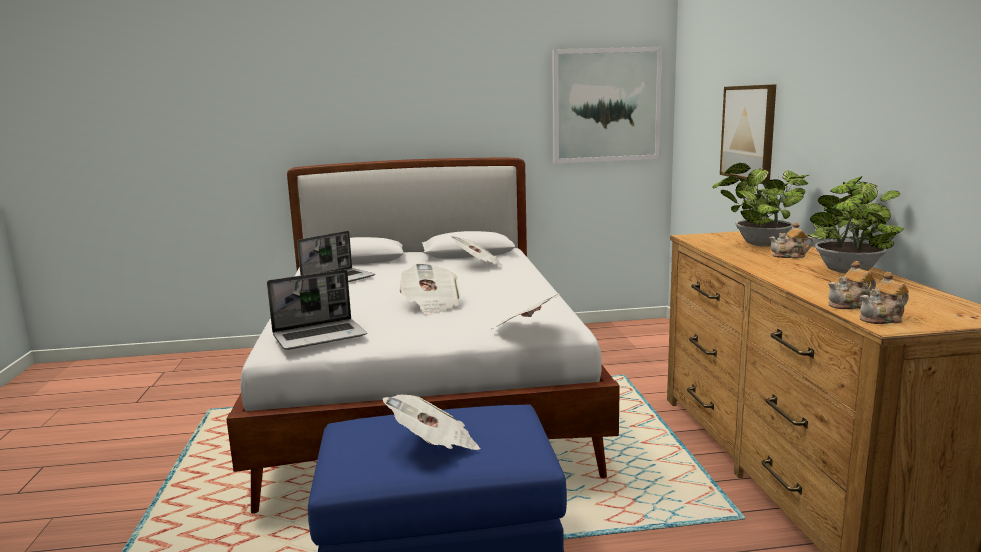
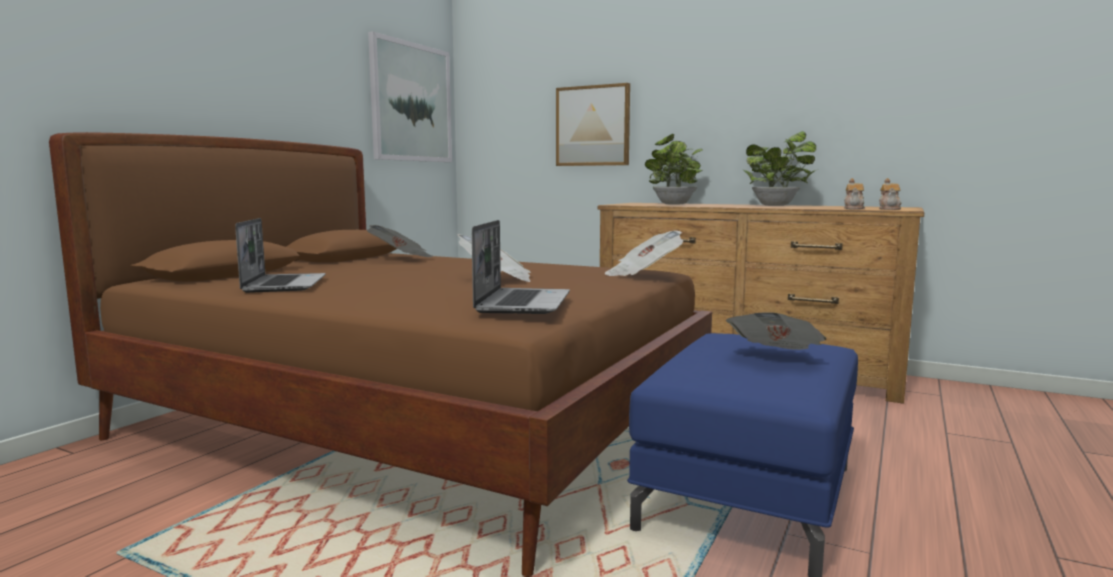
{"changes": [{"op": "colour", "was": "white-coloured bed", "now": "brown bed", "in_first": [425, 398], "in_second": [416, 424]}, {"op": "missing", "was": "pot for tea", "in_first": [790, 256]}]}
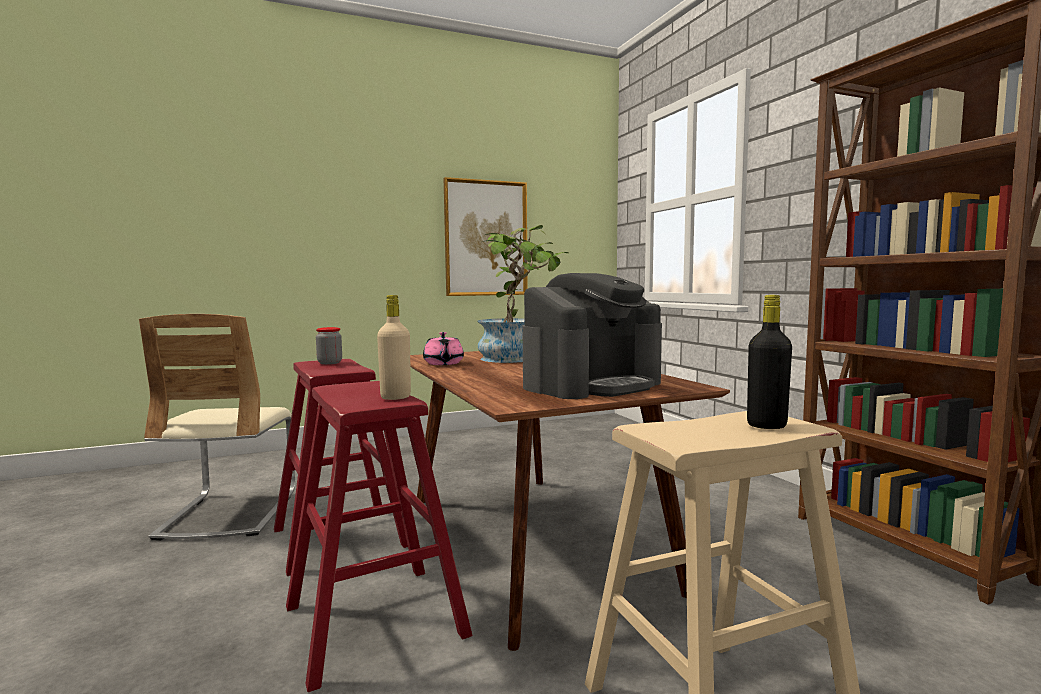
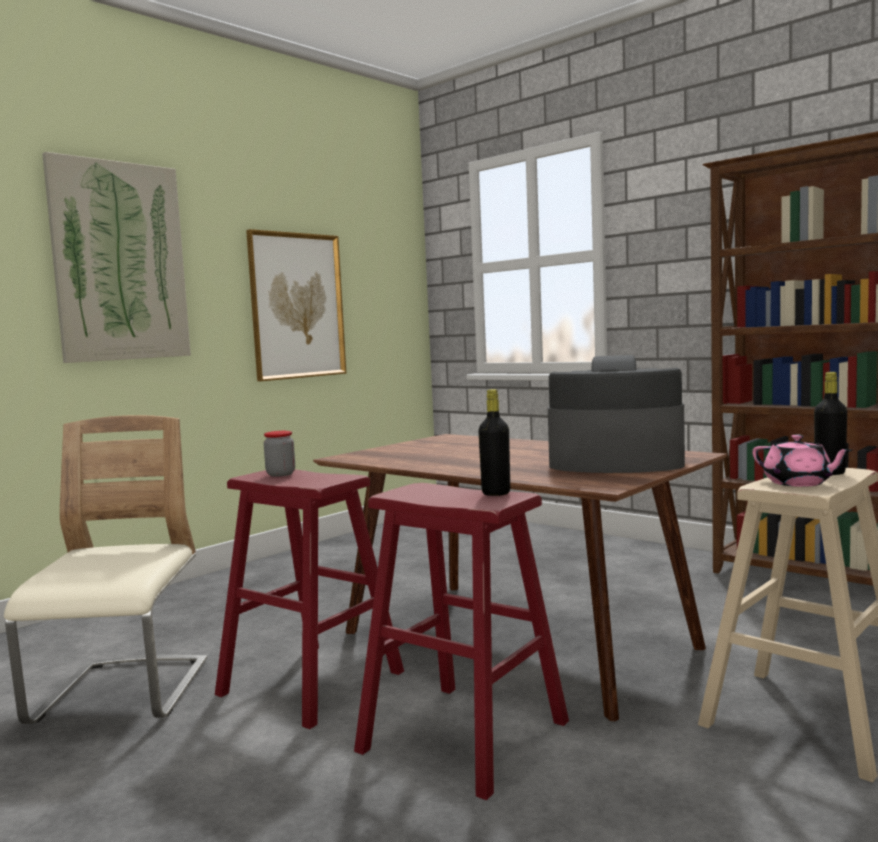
{"changes": [{"op": "spun", "was": "beige-coloured chair", "in_first": [229, 513], "in_second": [122, 694], "clockwise": -150}, {"op": "appeared", "now": "wall picture", "in_second": [120, 262]}, {"op": "colour", "was": "beige-coloured bottle", "now": "black bottle", "in_first": [395, 397], "in_second": [496, 493]}, {"op": "spun", "was": "coffee machine", "in_first": [592, 385], "in_second": [614, 463], "clockwise": -105}, {"op": "relocated", "was": "pink-coloured pot for tea", "in_first": [443, 364], "in_second": [798, 483]}, {"op": "missing", "was": "potted plant", "in_first": [517, 358]}]}
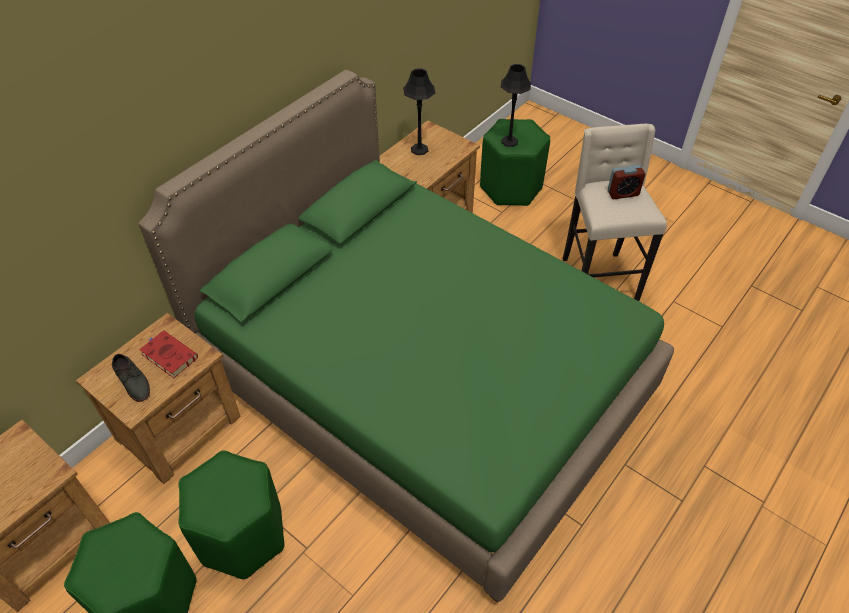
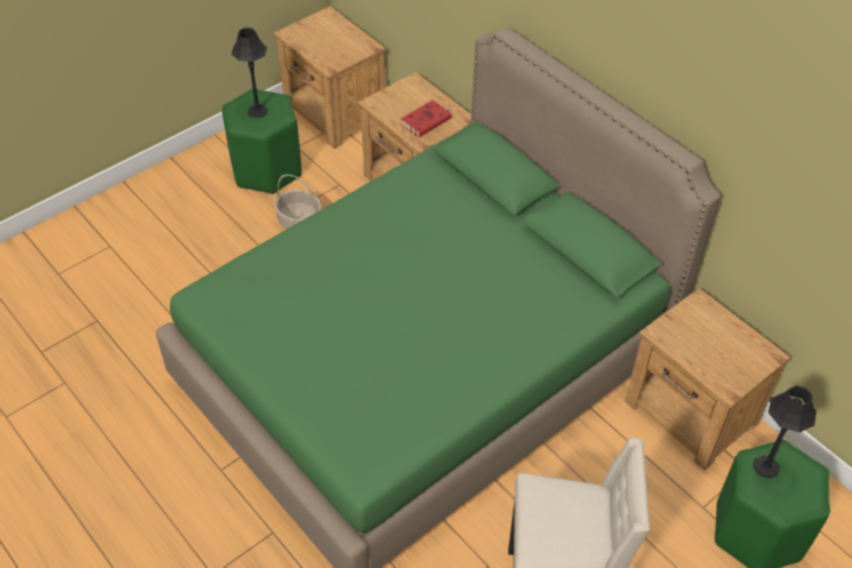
{"changes": [{"op": "relocated", "was": "black table lamp", "in_first": [419, 149], "in_second": [257, 111]}, {"op": "exchanged", "was": "greenish stool seat", "now": "basket", "in_first": [242, 537], "in_second": [299, 221]}, {"op": "missing", "was": "greyish item of footwear", "in_first": [133, 380]}, {"op": "missing", "was": "bedside clock", "in_first": [623, 193]}]}
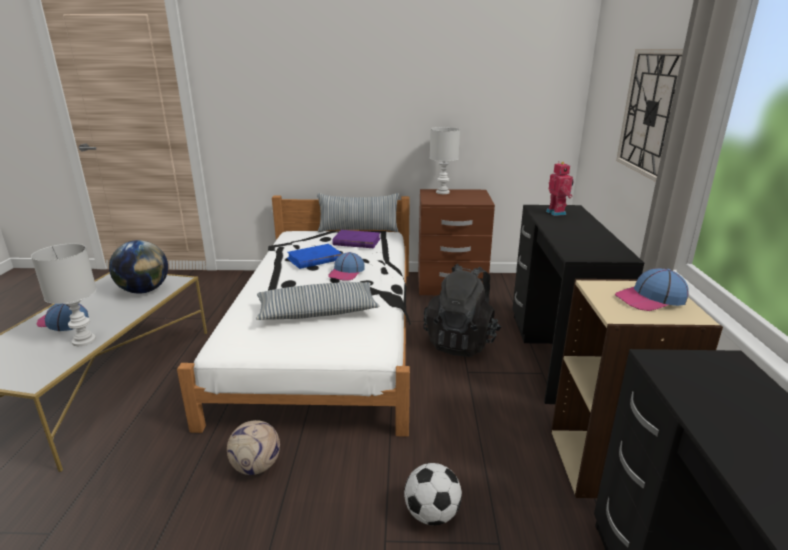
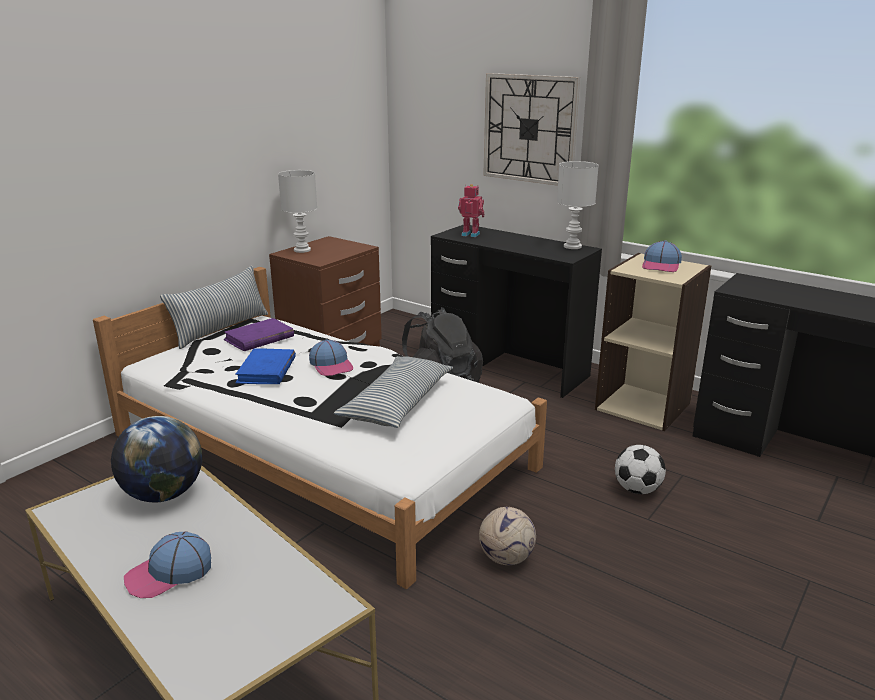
{"changes": [{"op": "relocated", "was": "white-coloured table lamp", "in_first": [83, 341], "in_second": [572, 247]}]}
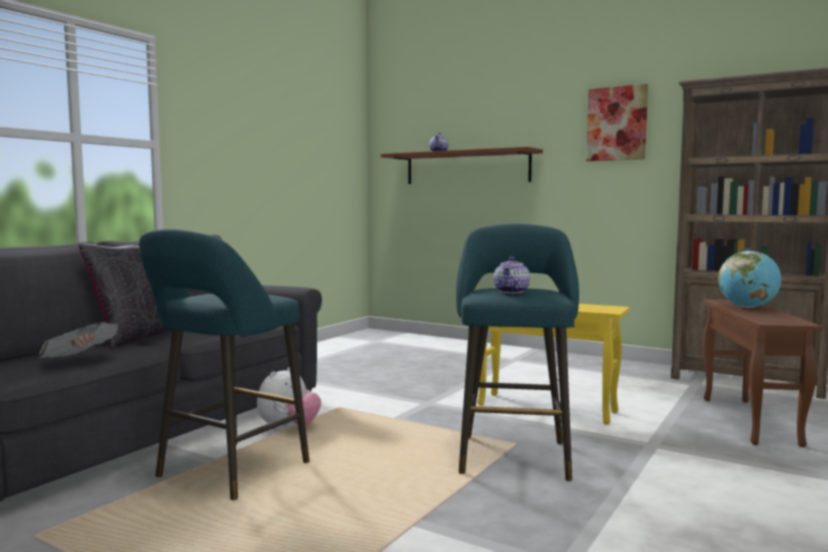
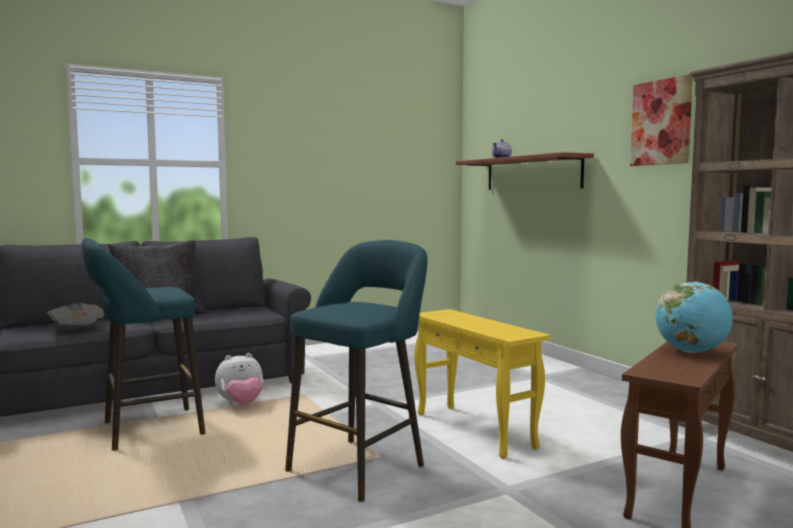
{"changes": [{"op": "missing", "was": "pot for tea", "in_first": [512, 291]}]}
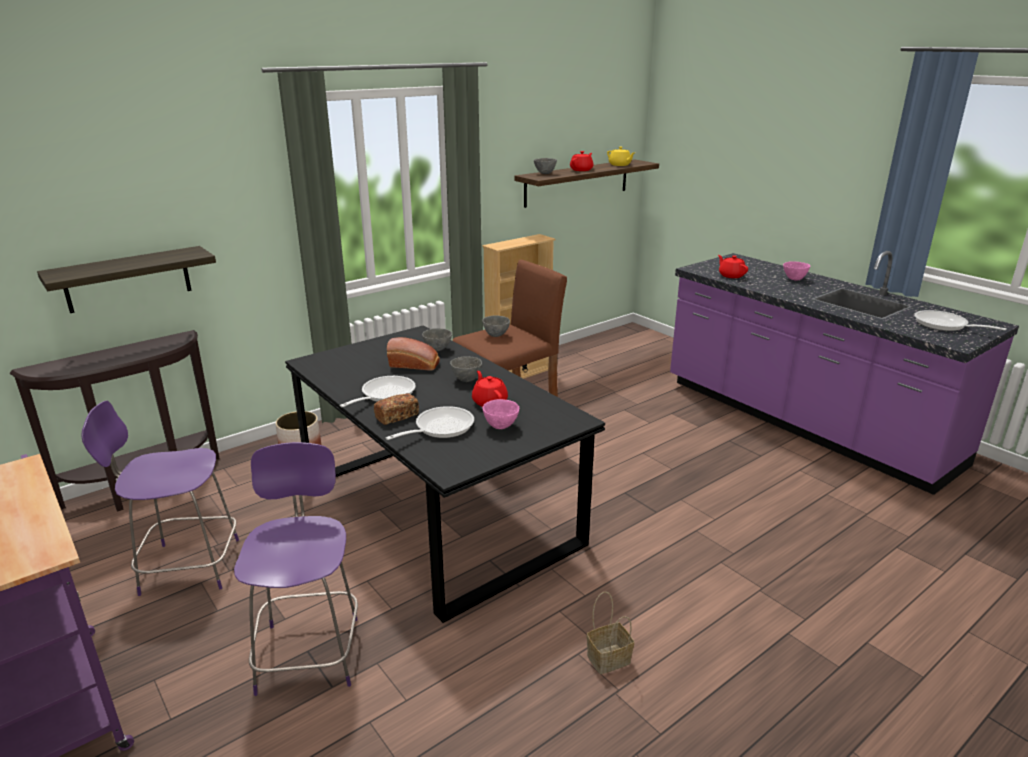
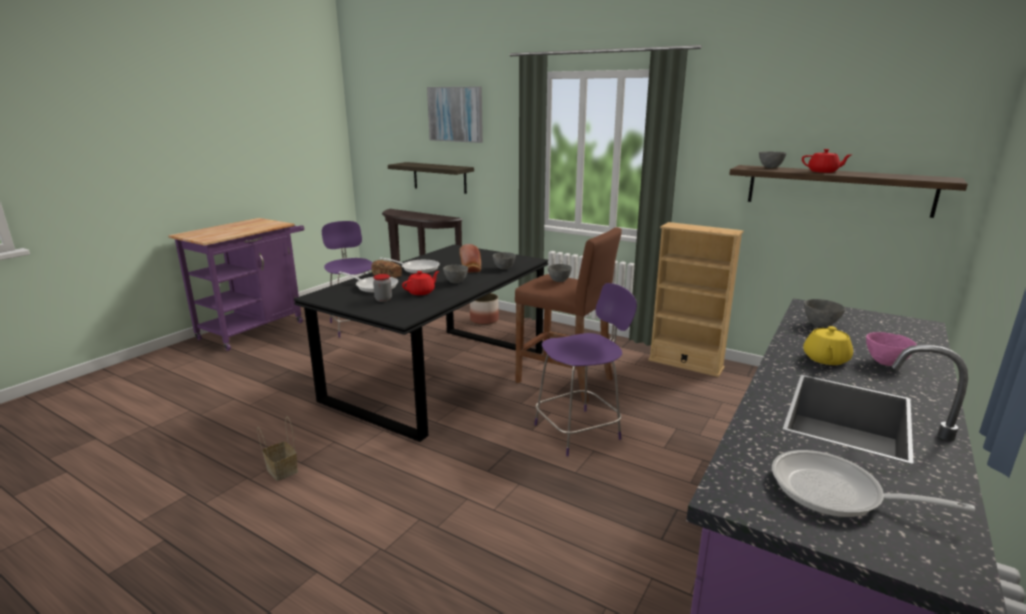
{"changes": [{"op": "exchanged", "was": "pink-coloured deep dish", "now": "preserve jar", "in_first": [501, 426], "in_second": [383, 299]}, {"op": "appeared", "now": "wall picture", "in_second": [455, 114]}, {"op": "relocated", "was": "purplish stool seat", "in_first": [309, 651], "in_second": [580, 431]}, {"op": "spun", "was": "skillet", "in_first": [945, 325], "in_second": [836, 493], "clockwise": -90}, {"op": "relocated", "was": "yellowish pot for tea", "in_first": [620, 165], "in_second": [825, 359]}, {"op": "exchanged", "was": "red-coloured pot for tea", "now": "greyish deep dish", "in_first": [731, 275], "in_second": [820, 325]}]}
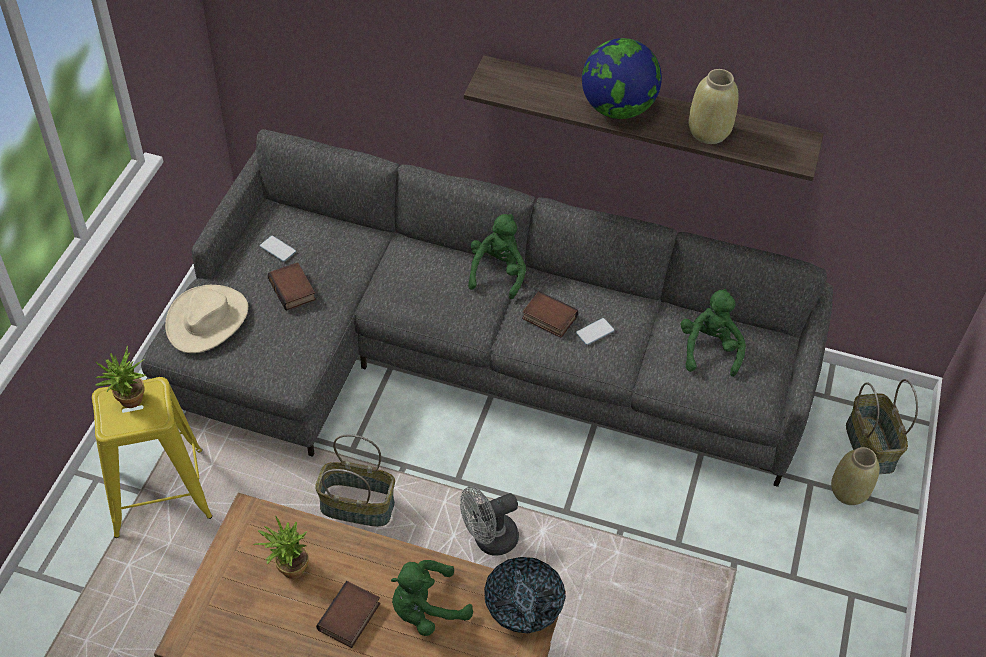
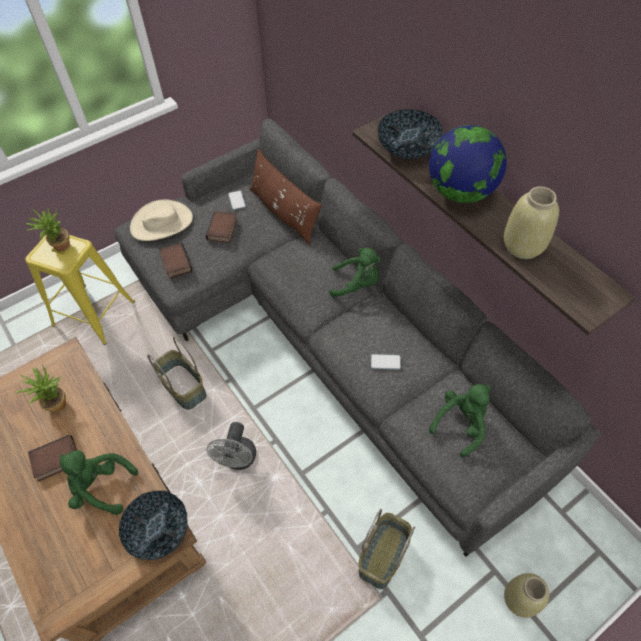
{"changes": [{"op": "relocated", "was": "book", "in_first": [548, 318], "in_second": [175, 263]}, {"op": "spun", "was": "greyish fan", "in_first": [489, 540], "in_second": [238, 460], "clockwise": -90}, {"op": "appeared", "now": "brown throw pillow", "in_second": [284, 213]}, {"op": "spun", "was": "greenish plush toy", "in_first": [497, 272], "in_second": [357, 284], "clockwise": 45}, {"op": "relocated", "was": "basket", "in_first": [871, 446], "in_second": [383, 556]}, {"op": "appeared", "now": "deep dish", "in_second": [407, 148]}]}
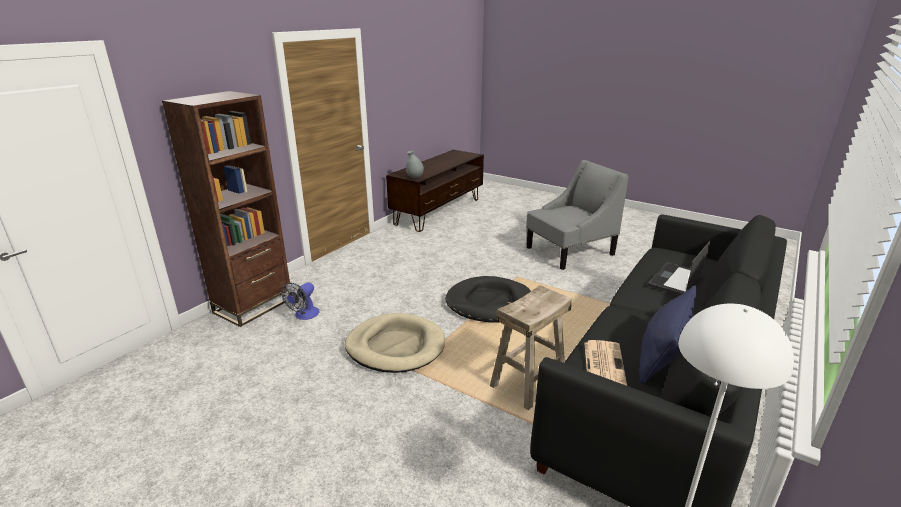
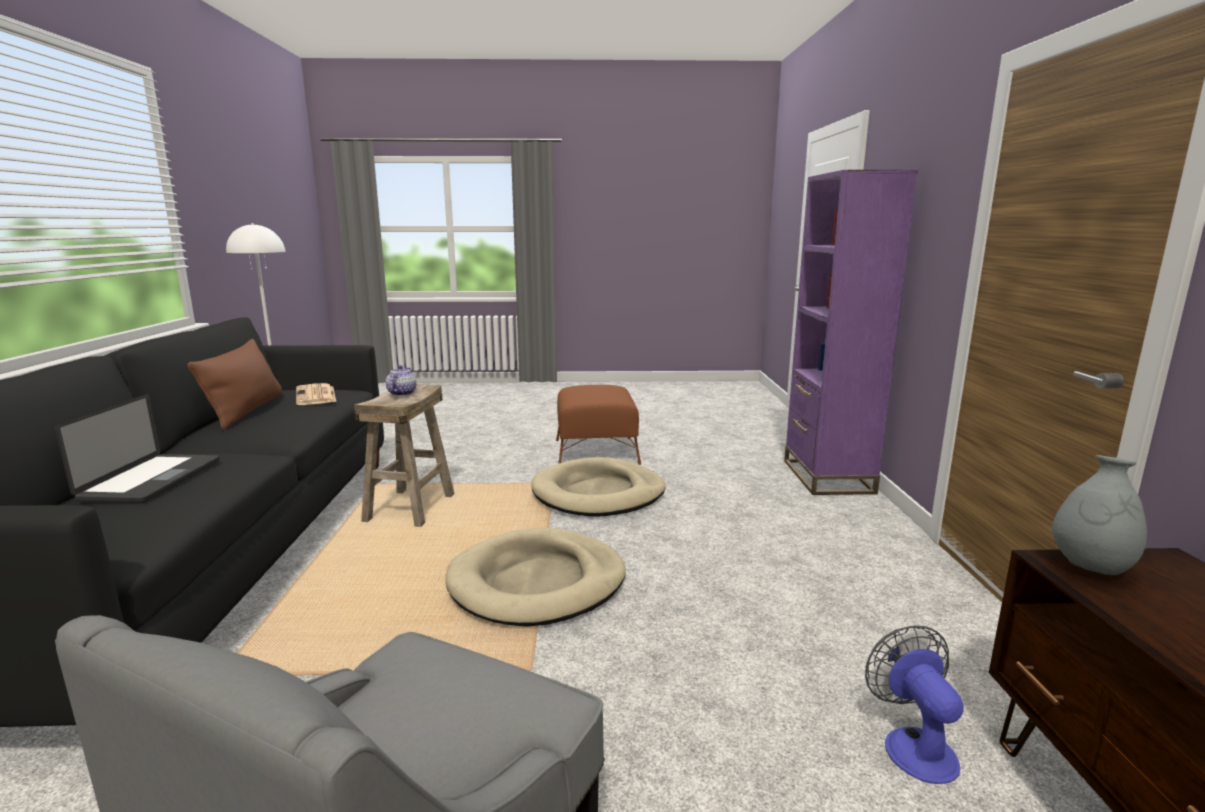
{"changes": [{"op": "colour", "was": "blue throw pillow", "now": "brown throw pillow", "in_first": [662, 355], "in_second": [246, 411]}, {"op": "appeared", "now": "pot for tea", "in_second": [402, 393]}, {"op": "colour", "was": "black dog cushion", "now": "beige-coloured dog cushion", "in_first": [489, 303], "in_second": [537, 582]}, {"op": "appeared", "now": "brown ottoman", "in_second": [596, 452]}, {"op": "colour", "was": "brown bookshelf", "now": "purplish bookshelf", "in_first": [253, 305], "in_second": [827, 476]}, {"op": "relocated", "was": "fan", "in_first": [304, 315], "in_second": [913, 744]}]}
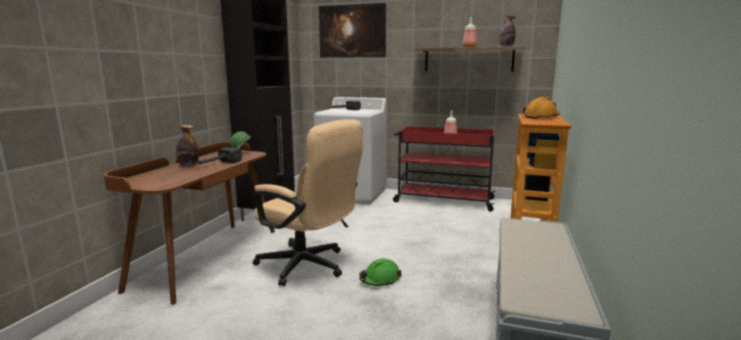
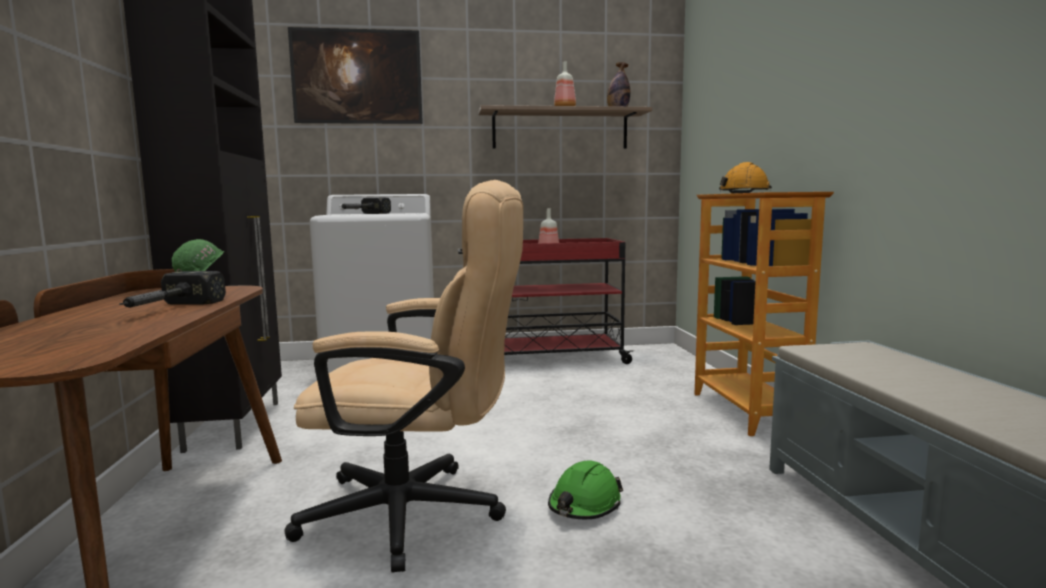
{"changes": [{"op": "missing", "was": "bottle", "in_first": [188, 165]}]}
